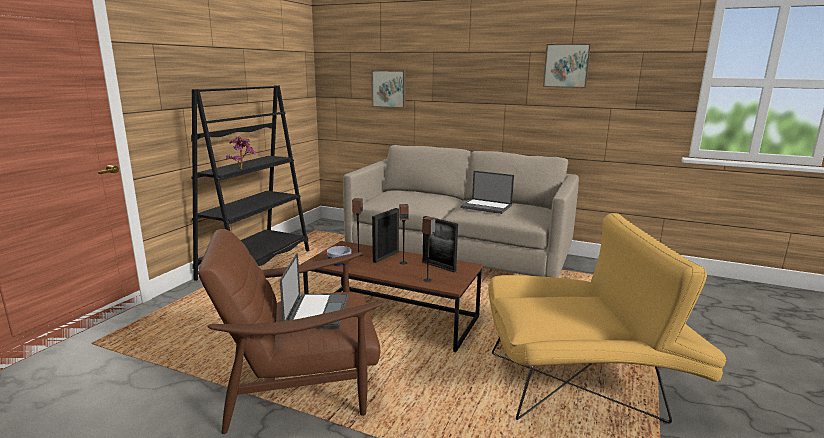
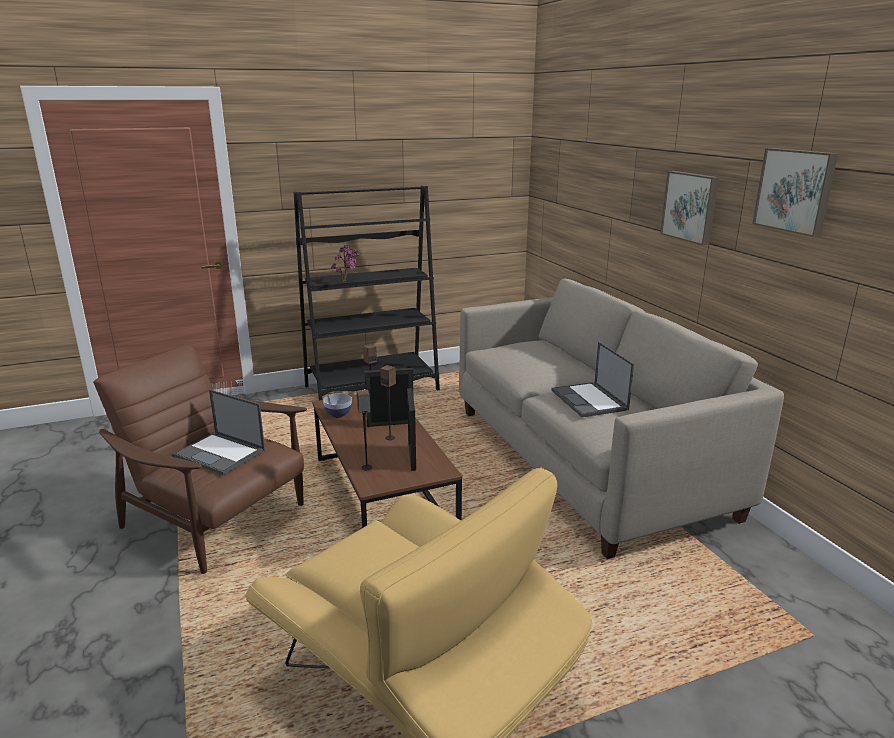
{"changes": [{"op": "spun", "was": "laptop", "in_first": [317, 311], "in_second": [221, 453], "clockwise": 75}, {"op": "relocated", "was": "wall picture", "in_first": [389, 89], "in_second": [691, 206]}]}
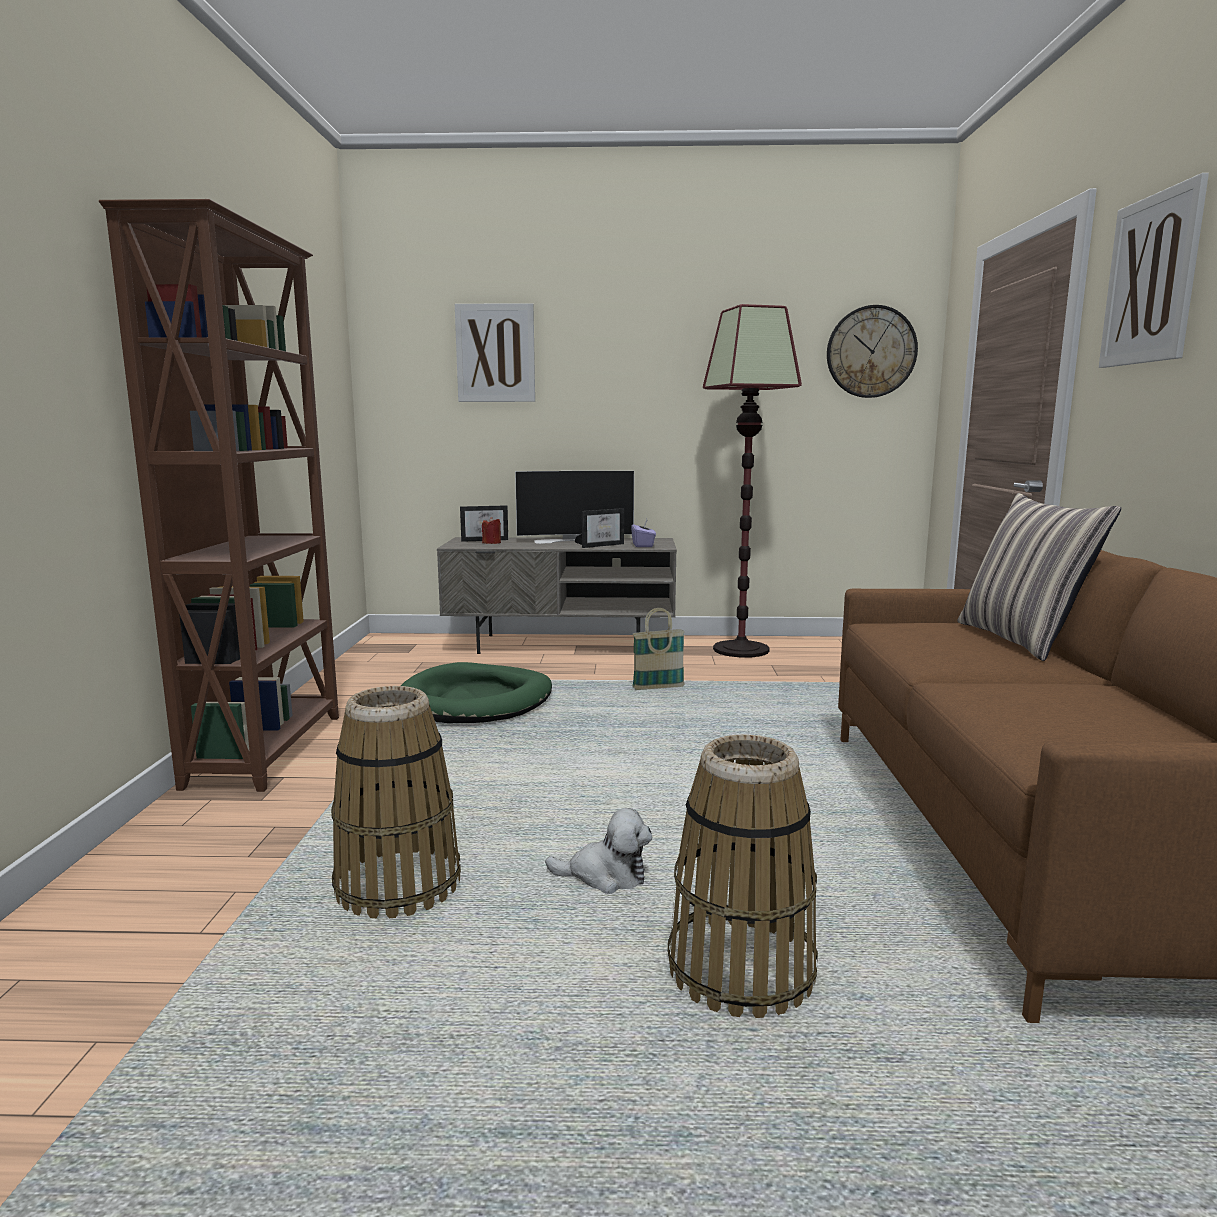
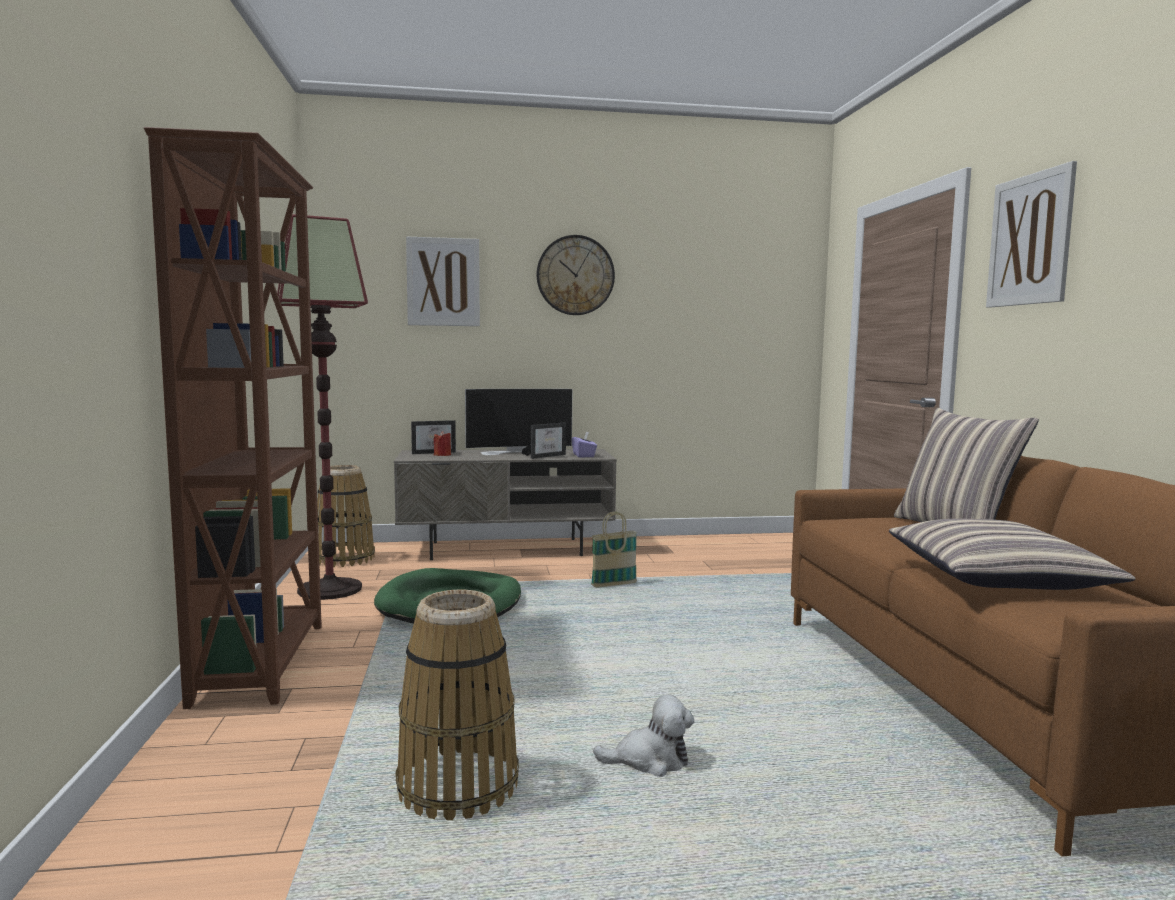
{"changes": [{"op": "relocated", "was": "standard lamp", "in_first": [741, 649], "in_second": [330, 589]}, {"op": "relocated", "was": "basket", "in_first": [741, 970], "in_second": [344, 559]}, {"op": "relocated", "was": "clock on the wall", "in_first": [871, 352], "in_second": [575, 275]}, {"op": "appeared", "now": "throw pillow", "in_second": [996, 577]}]}
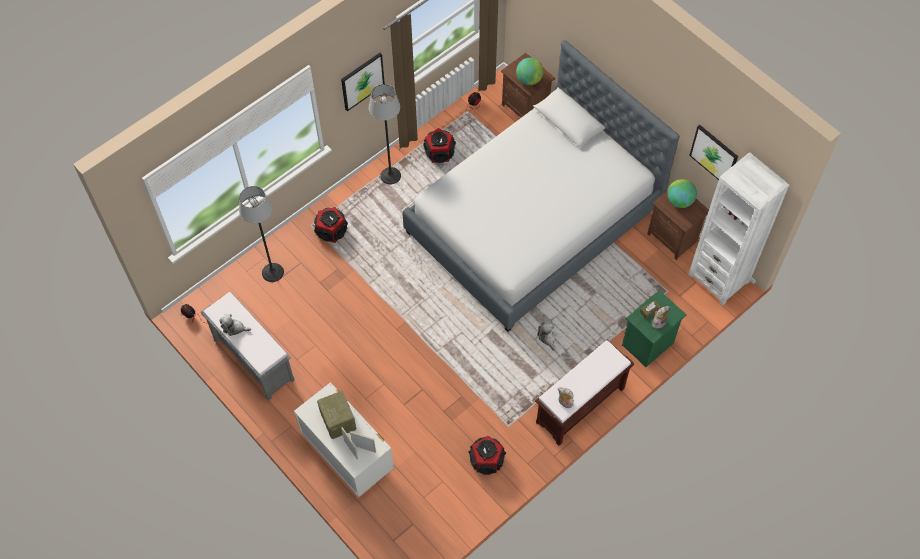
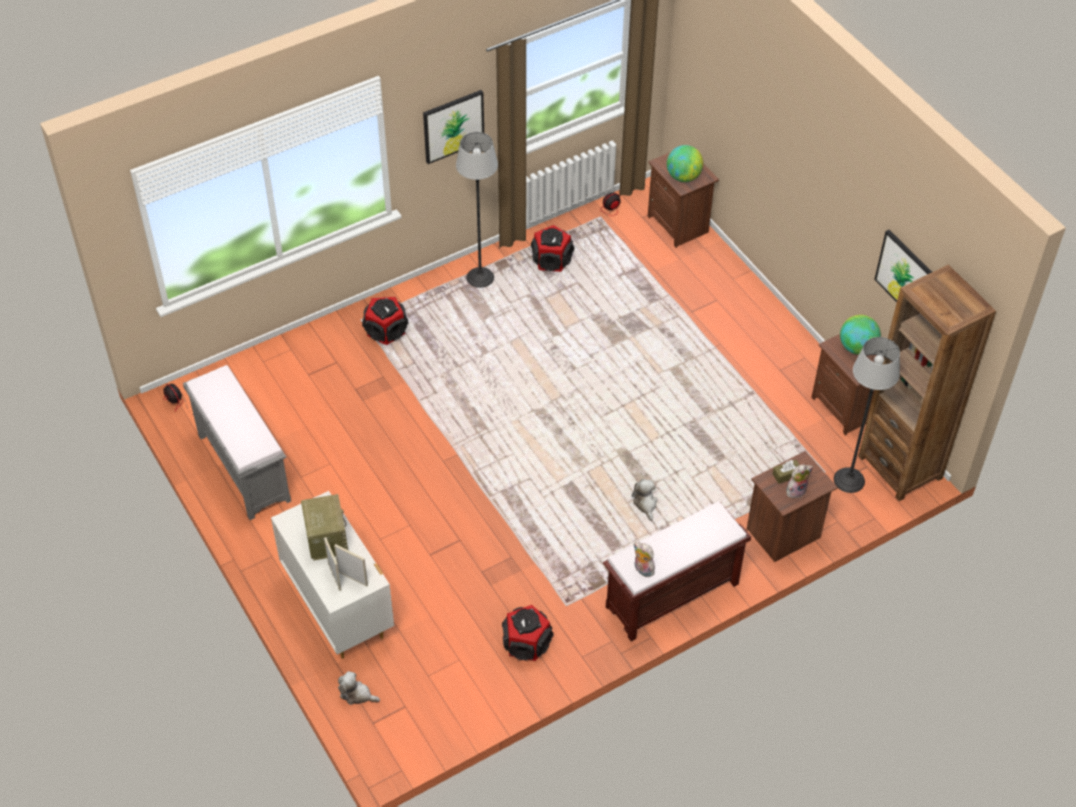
{"changes": [{"op": "relocated", "was": "plush toy", "in_first": [234, 328], "in_second": [357, 694]}, {"op": "colour", "was": "greenish nightstand", "now": "brown nightstand", "in_first": [648, 344], "in_second": [784, 534]}, {"op": "relocated", "was": "standard lamp", "in_first": [273, 272], "in_second": [849, 480]}, {"op": "colour", "was": "white-coloured bookshelf", "now": "brown bookshelf", "in_first": [718, 278], "in_second": [900, 467]}, {"op": "missing", "was": "bed", "in_first": [533, 220]}]}
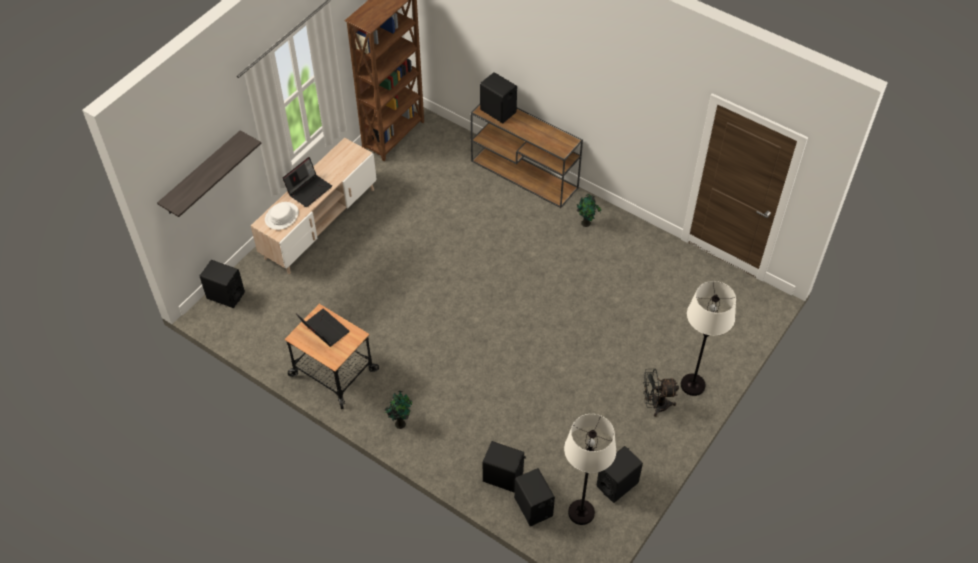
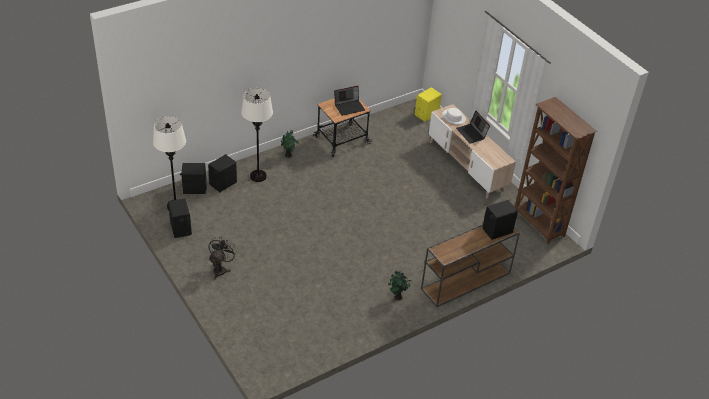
{"changes": [{"op": "relocated", "was": "white-coloured standard lamp", "in_first": [692, 385], "in_second": [258, 176]}, {"op": "colour", "was": "black speaker", "now": "yellowish speaker", "in_first": [225, 295], "in_second": [426, 114]}, {"op": "missing", "was": "wall shelf", "in_first": [201, 174]}]}
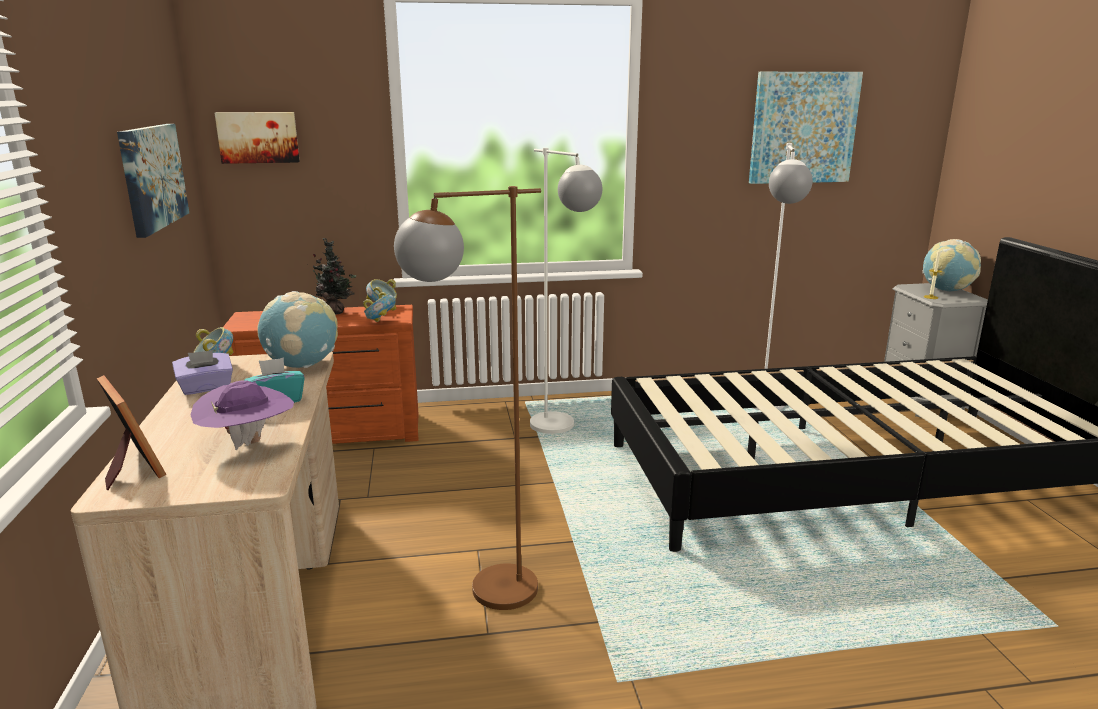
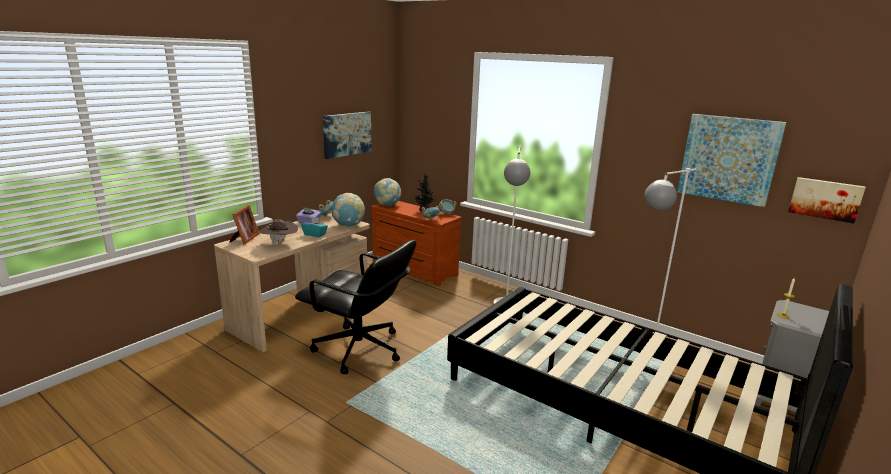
{"changes": [{"op": "colour", "was": "purplish wearable hat", "now": "brown wearable hat", "in_first": [248, 443], "in_second": [280, 244]}, {"op": "exchanged", "was": "brown standard lamp", "now": "black desk chair", "in_first": [481, 594], "in_second": [359, 350]}, {"op": "relocated", "was": "desk globe", "in_first": [946, 290], "in_second": [387, 205]}, {"op": "relocated", "was": "wall picture", "in_first": [258, 137], "in_second": [825, 199]}]}
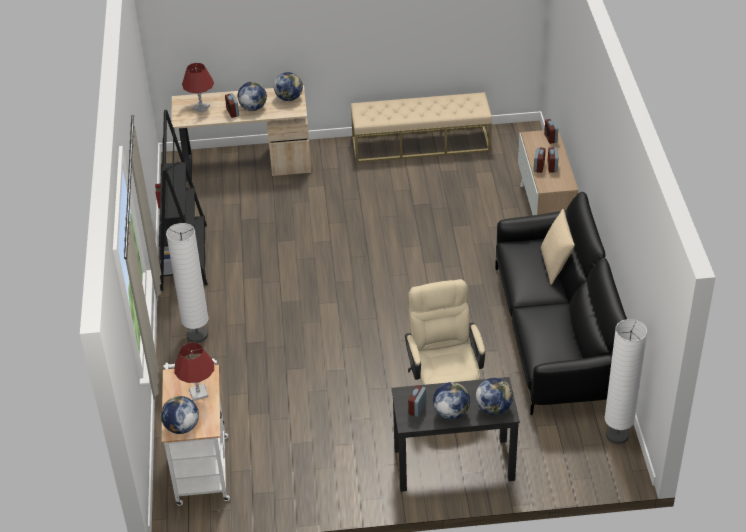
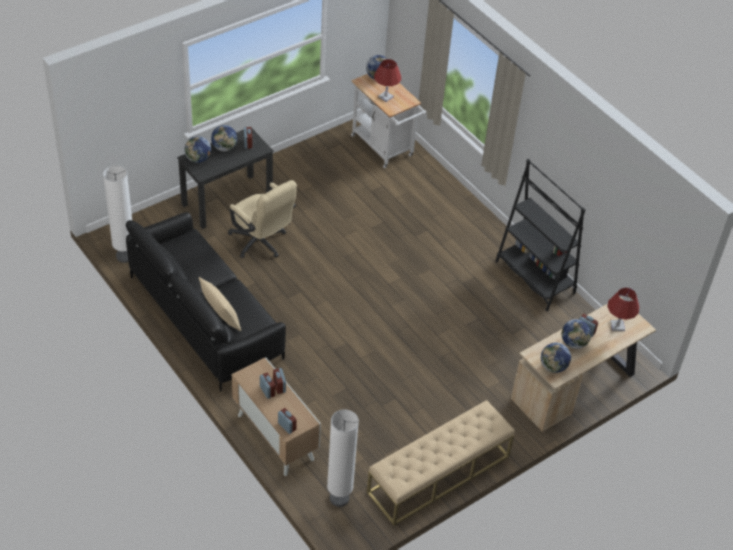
{"changes": [{"op": "relocated", "was": "white-coloured standard lamp", "in_first": [197, 335], "in_second": [339, 498]}]}
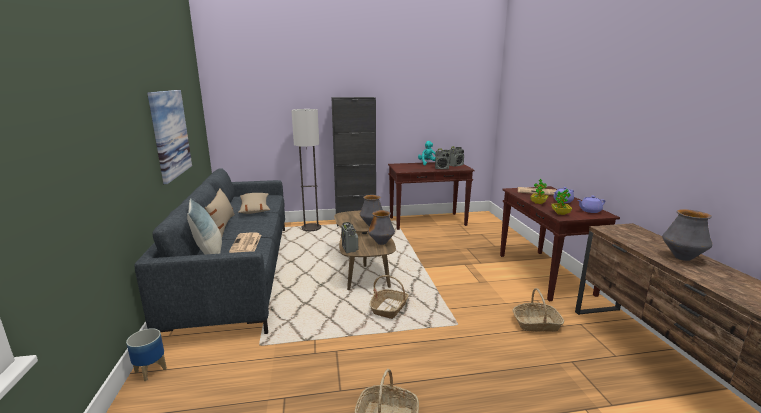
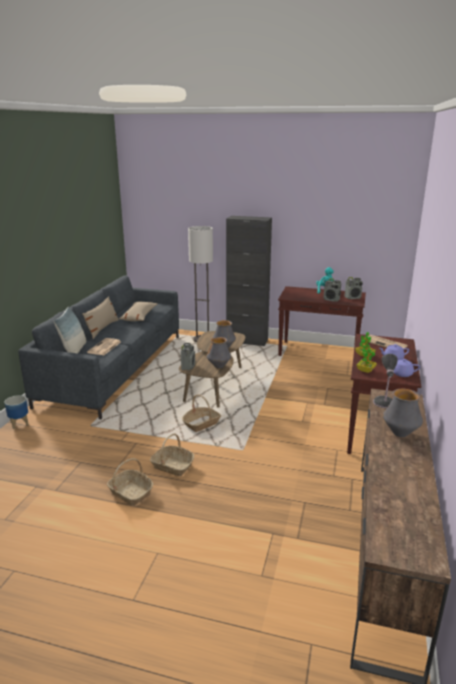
{"changes": [{"op": "relocated", "was": "basket", "in_first": [536, 324], "in_second": [172, 466]}, {"op": "appeared", "now": "table lamp", "in_second": [383, 403]}, {"op": "missing", "was": "wall picture", "in_first": [170, 134]}]}
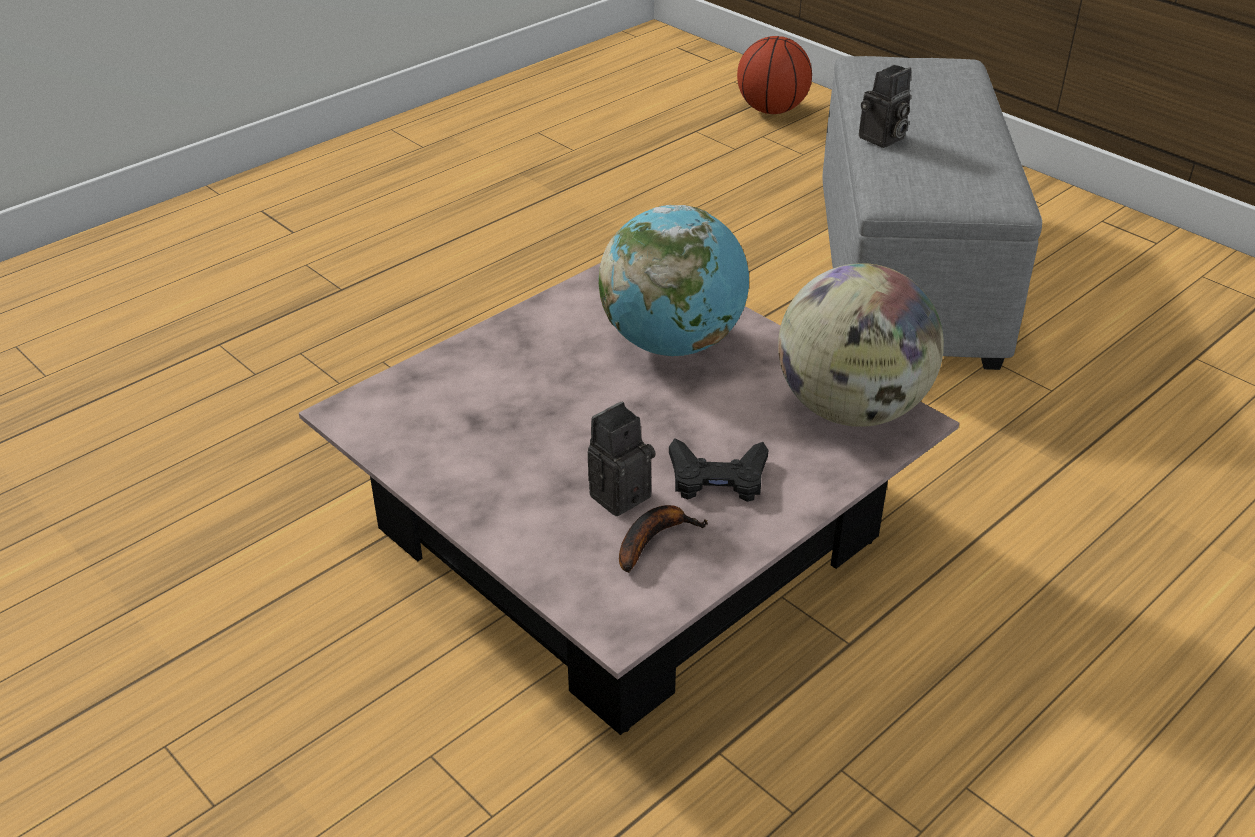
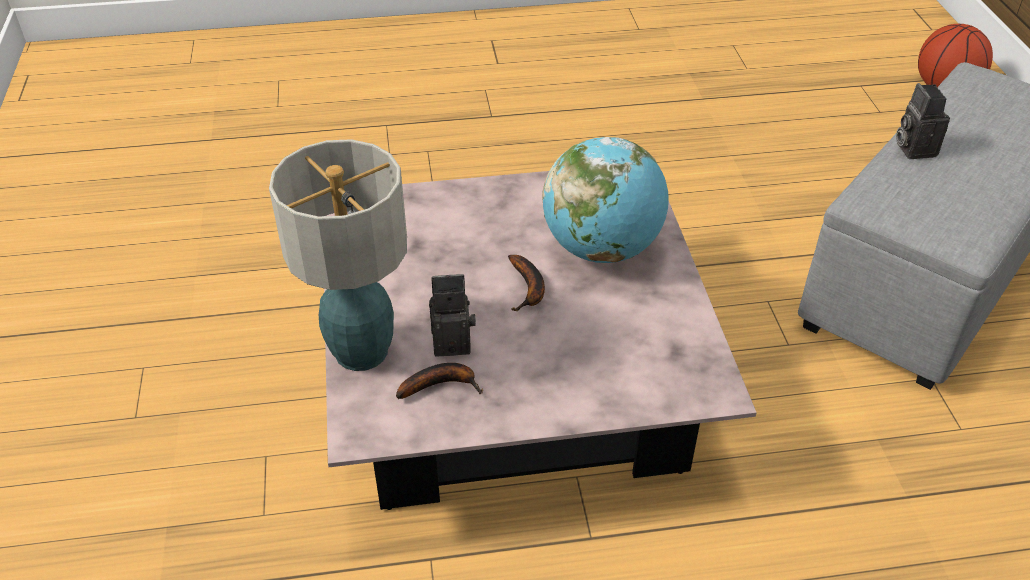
{"changes": [{"op": "appeared", "now": "table lamp", "in_second": [363, 351]}, {"op": "appeared", "now": "banana", "in_second": [528, 288]}, {"op": "spun", "was": "photo camera", "in_first": [882, 139], "in_second": [912, 148], "clockwise": 90}, {"op": "missing", "was": "black game controller", "in_first": [717, 478]}, {"op": "missing", "was": "desk globe", "in_first": [851, 409]}]}
